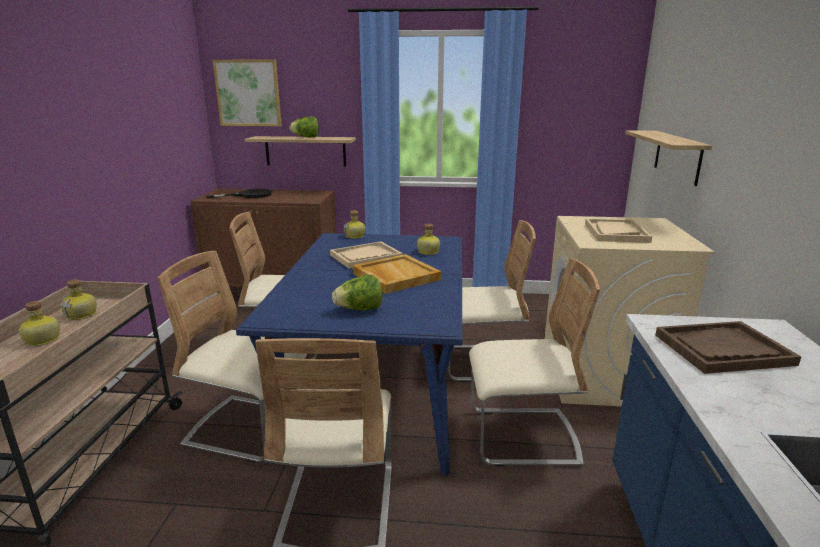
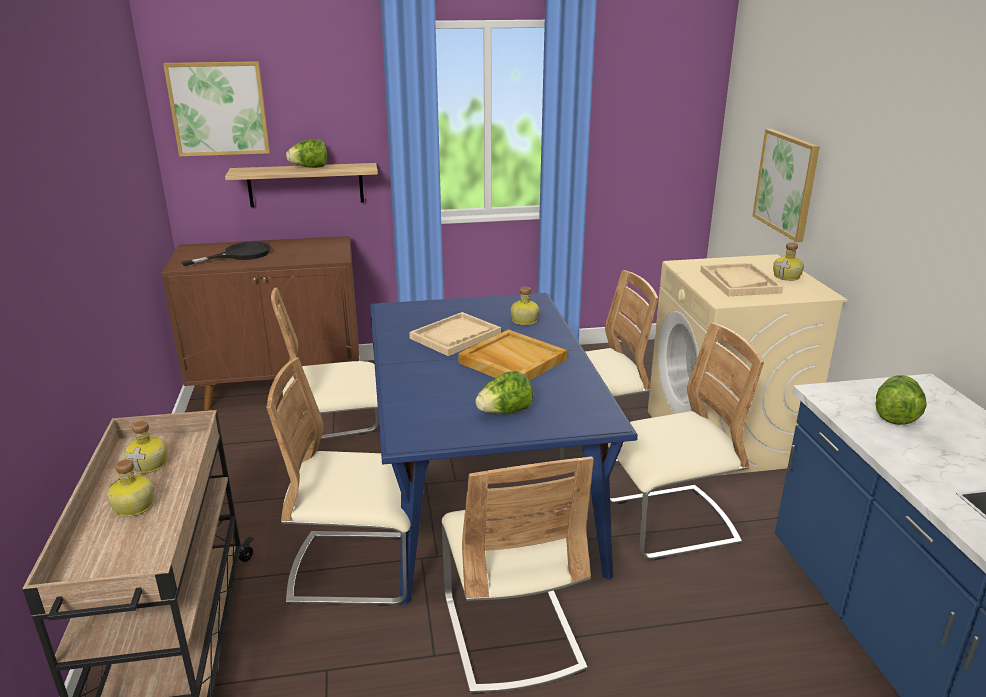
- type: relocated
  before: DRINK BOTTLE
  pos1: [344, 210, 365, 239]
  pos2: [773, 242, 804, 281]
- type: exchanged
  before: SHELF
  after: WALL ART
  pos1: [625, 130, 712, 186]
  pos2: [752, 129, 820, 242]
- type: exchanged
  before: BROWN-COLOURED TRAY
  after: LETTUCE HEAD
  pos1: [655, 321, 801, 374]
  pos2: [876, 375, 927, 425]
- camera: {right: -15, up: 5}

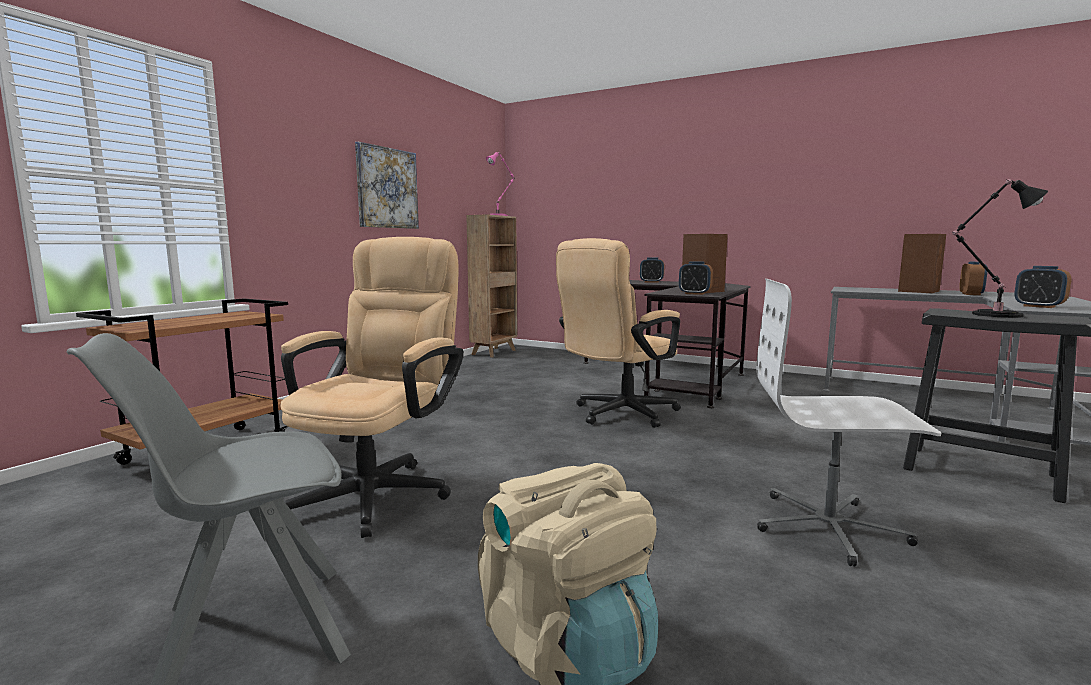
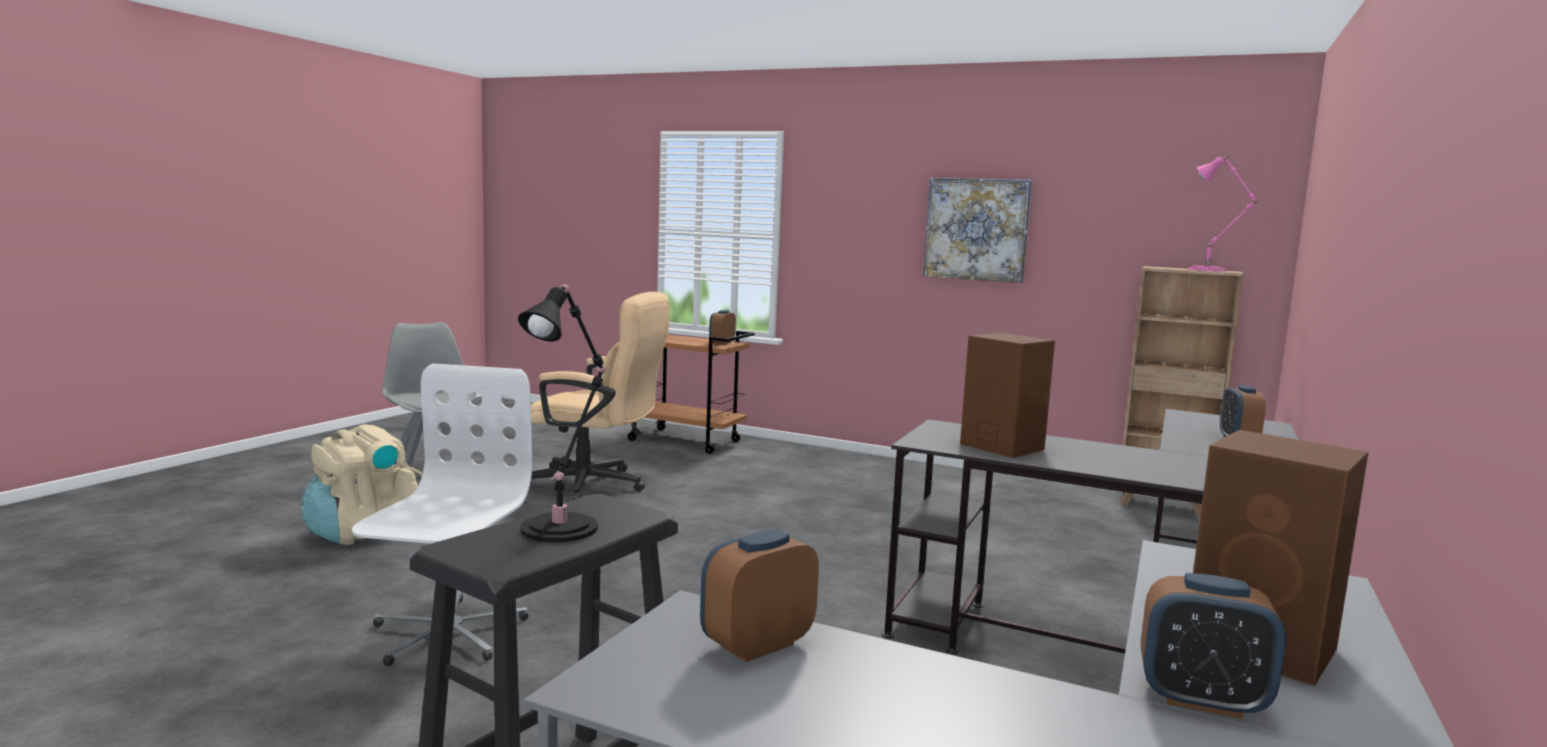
- type: missing
  before: BEIGE DESK CHAIR
  pos1: [556, 238, 681, 428]
- type: relocated
  before: TABLE CLOCK
  pos1: [679, 261, 713, 295]
  pos2: [709, 310, 736, 345]
- camera: {right: 85, up: 0}

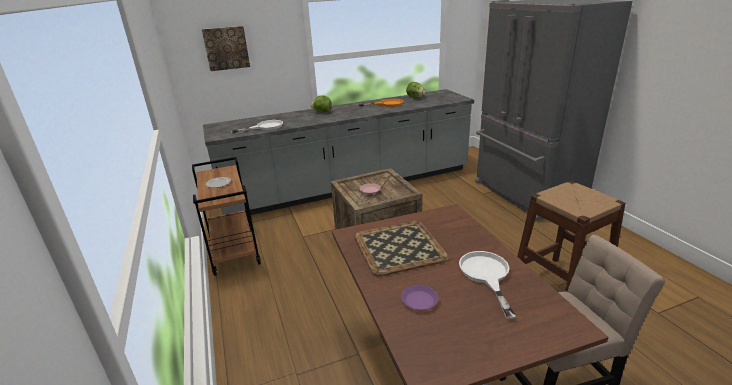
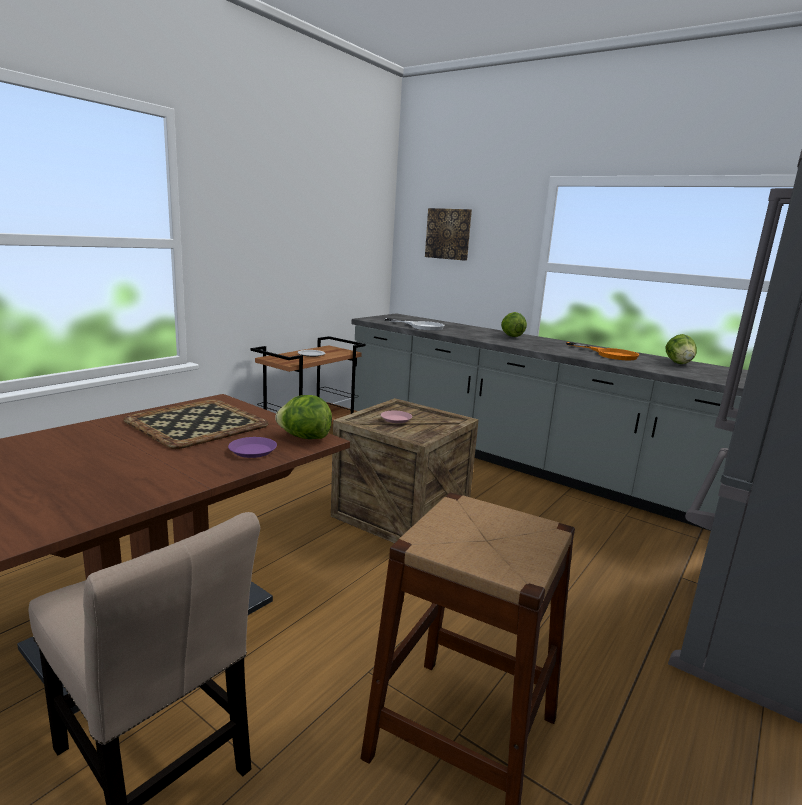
- type: relocated
  before: PURPLE-COLOURED DINNER PLATE
  pos1: [401, 285, 439, 310]
  pos2: [228, 437, 277, 458]
- type: missing
  before: WHITE PAN
  pos1: [459, 251, 516, 319]
- type: appeared
  after: LETTUCE HEAD
  pos2: [275, 395, 332, 439]
- camera: {right: 55, up: -10}

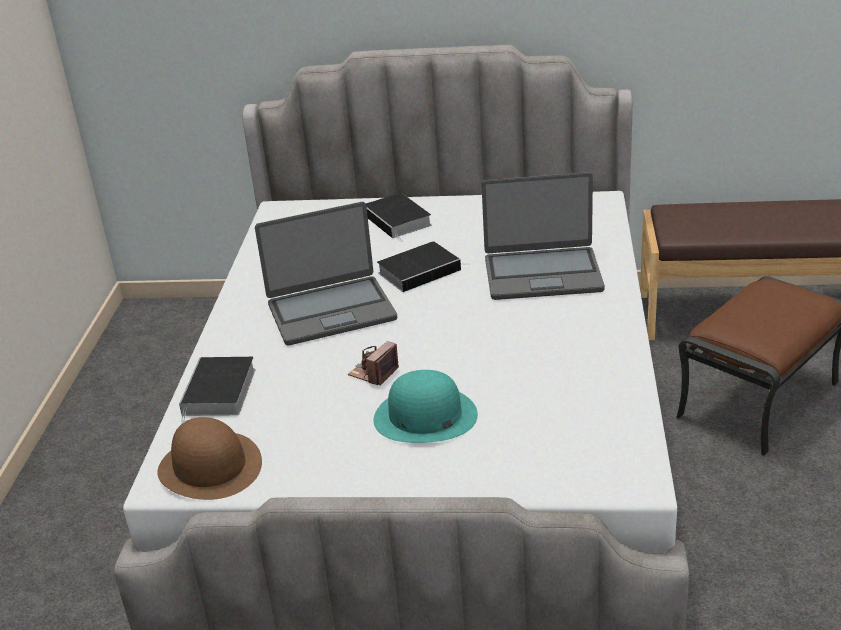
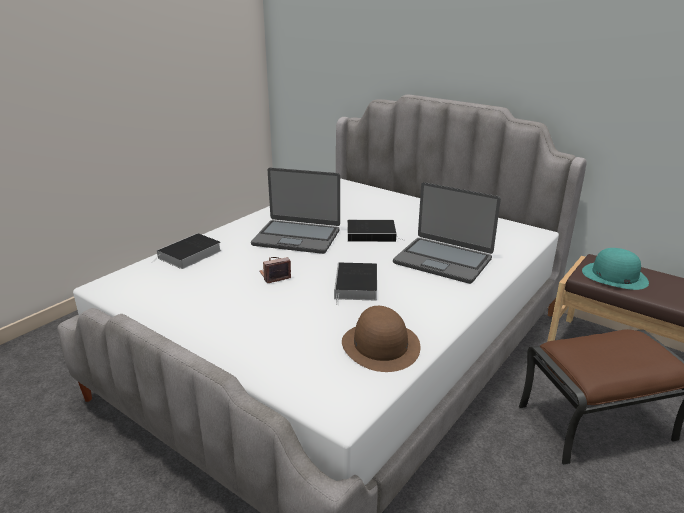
- type: relocated
  before: BROWN-COLOURED WEARABLE HAT
  pos1: [157, 417, 262, 500]
  pos2: [342, 306, 421, 372]
- type: relocated
  before: BOOK
  pos1: [366, 193, 432, 242]
  pos2: [334, 263, 377, 305]
- type: relocated
  before: TURQUOISE WEARABLE HAT
  pos1: [373, 370, 478, 443]
  pos2: [582, 248, 649, 290]
- camera: {right: 30, up: -5}

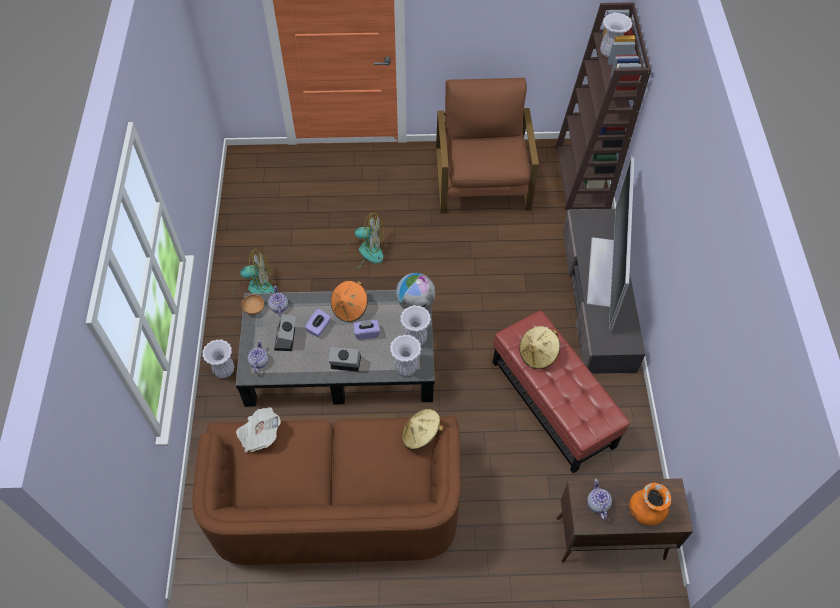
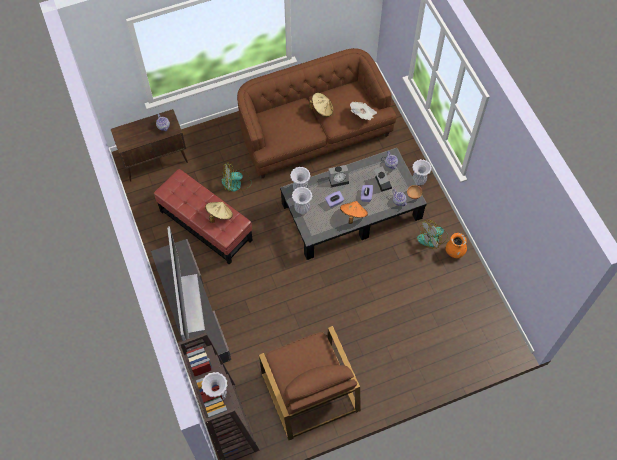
- type: relocated
  before: ELECTRIC FAN
  pos1: [344, 213, 384, 270]
  pos2: [222, 164, 252, 192]
- type: missing
  before: WORLD GLOBE
  pos1: [396, 273, 435, 309]
- type: relocated
  before: BEIGE WEARABLE HAT
  pos1: [402, 409, 443, 450]
  pos2: [309, 93, 333, 117]
- type: relocated
  before: ORANGE-COLOURED DECORATIVE VASE
  pos1: [629, 483, 671, 525]
  pos2: [445, 233, 467, 258]
- camera: {right: 160, up: 5}

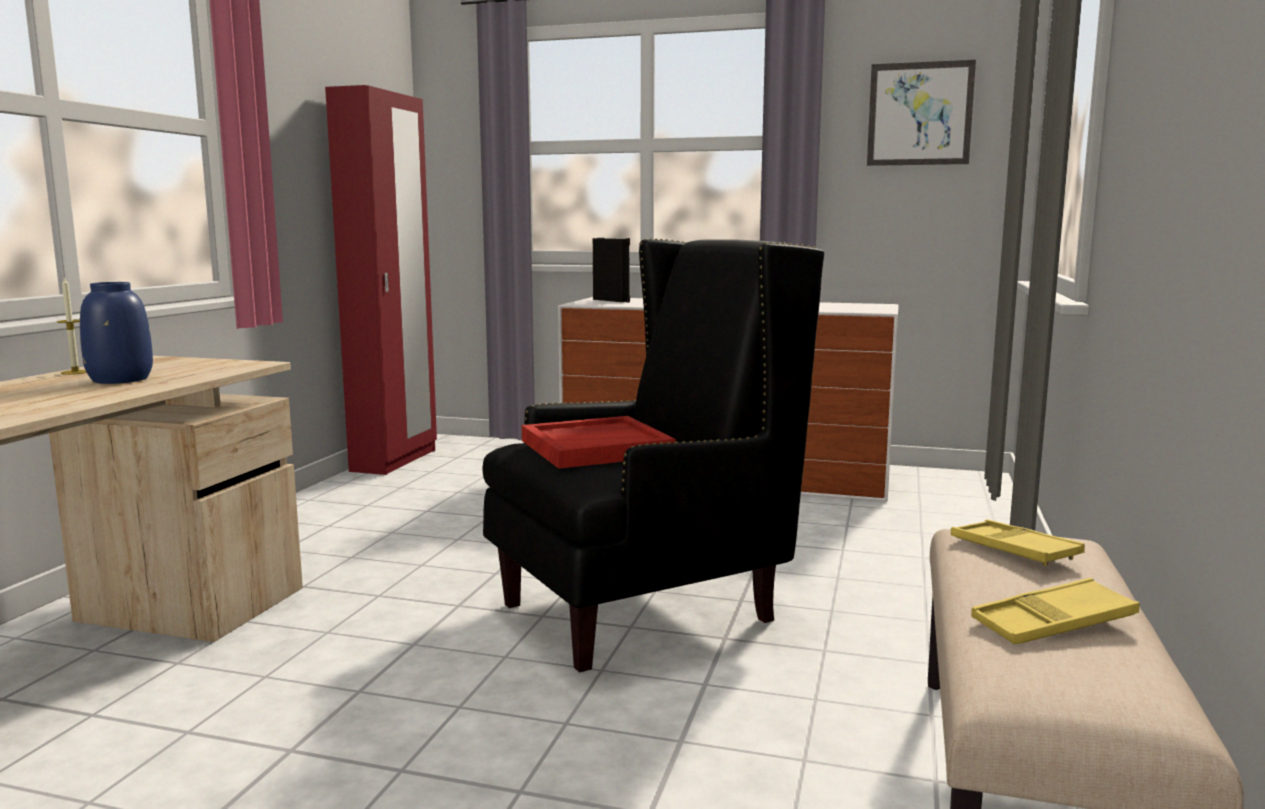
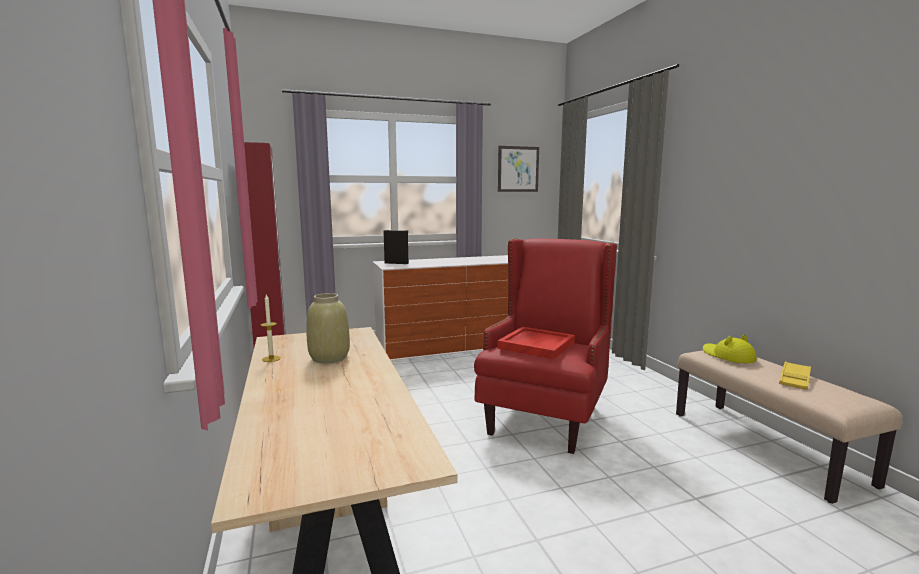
- type: colour
  before: BLUE-COLOURED DECORATIVE VASE
  after: BEIGE DECORATIVE VASE
  pos1: [80, 282, 153, 384]
  pos2: [306, 293, 350, 364]
- type: colour
  before: BLACK ARMCHAIR
  after: RED-COLOURED ARMCHAIR
  pos1: [482, 238, 824, 673]
  pos2: [474, 238, 617, 454]
- type: exchanged
  before: YELLOW TRAY
  after: YELLOW WEARABLE HAT
  pos1: [951, 520, 1085, 566]
  pos2: [703, 334, 757, 363]
- camera: {right: -35, up: 0}

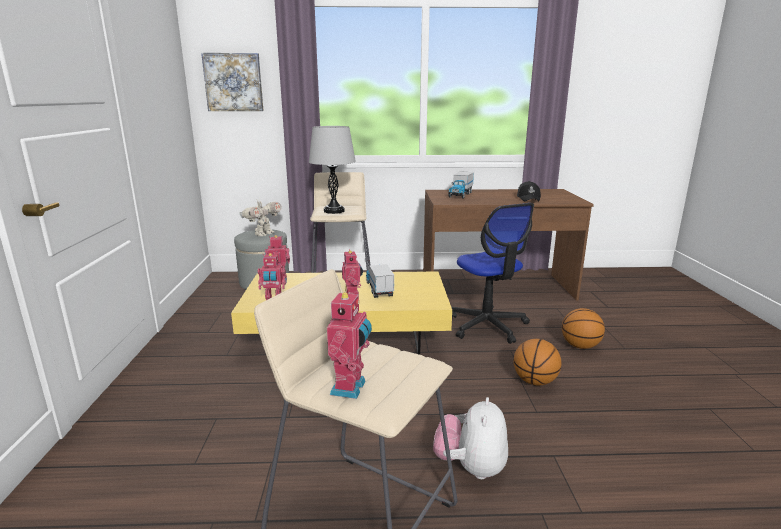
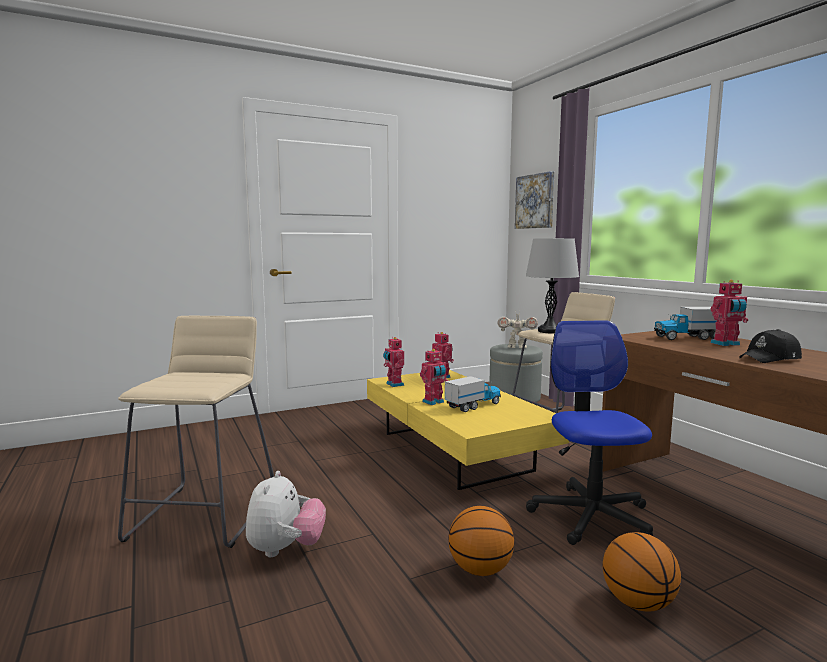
- type: relocated
  before: ROBOT FIGURE
  pos1: [327, 289, 372, 399]
  pos2: [710, 280, 748, 346]
- type: spun
  before: CUDDLY TOY
  pos1: [433, 397, 508, 479]
  pos2: [246, 471, 326, 557]
  turn: 105
- type: spun
  before: DESK CHAIR
  pos1: [451, 203, 534, 344]
  pos2: [526, 321, 653, 545]
  turn: 135
- camera: {right: 65, up: -10}

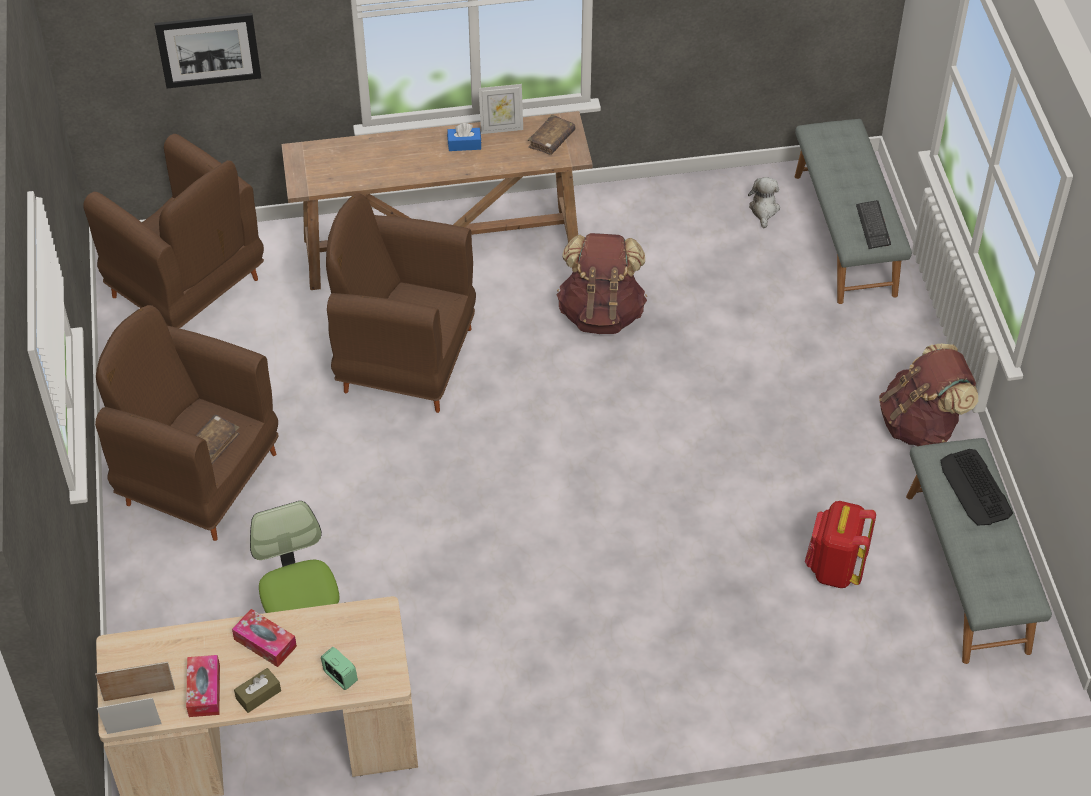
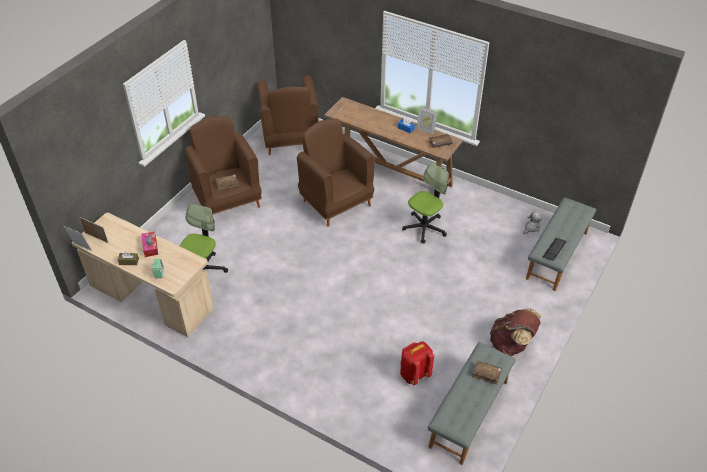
- type: missing
  before: WALL ART
  pos1: [155, 13, 261, 89]
- type: missing
  before: TISSUE BOX
  pos1: [186, 655, 220, 717]
- type: exchanged
  before: BROWN-COLOURED KNAPSACK
  after: DESK CHAIR
  pos1: [556, 233, 647, 334]
  pos2: [402, 163, 449, 244]
- type: exchanged
  before: KEYBOARD
  after: BROWN-COLOURED BOOK
  pos1: [940, 449, 1013, 525]
  pos2: [472, 360, 502, 384]
- camera: {right: 40, up: -5}

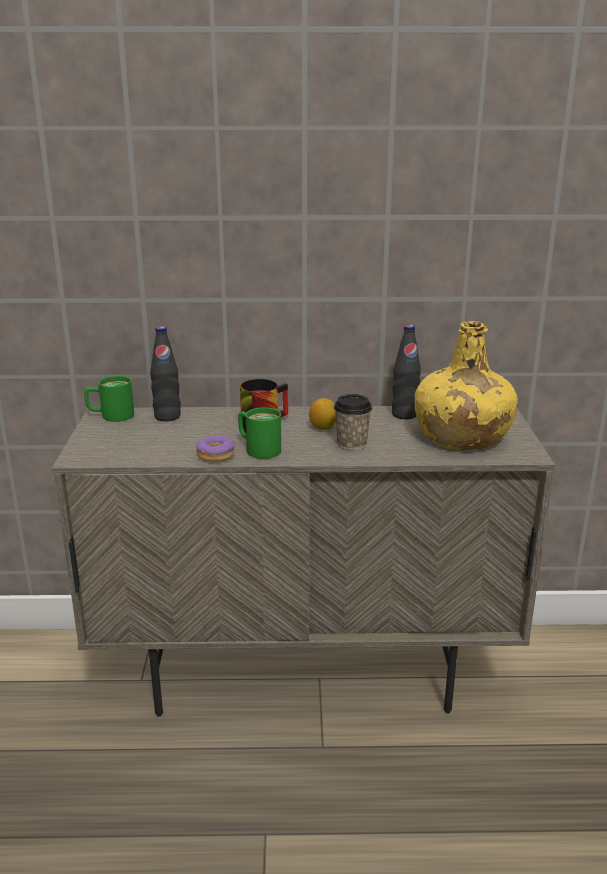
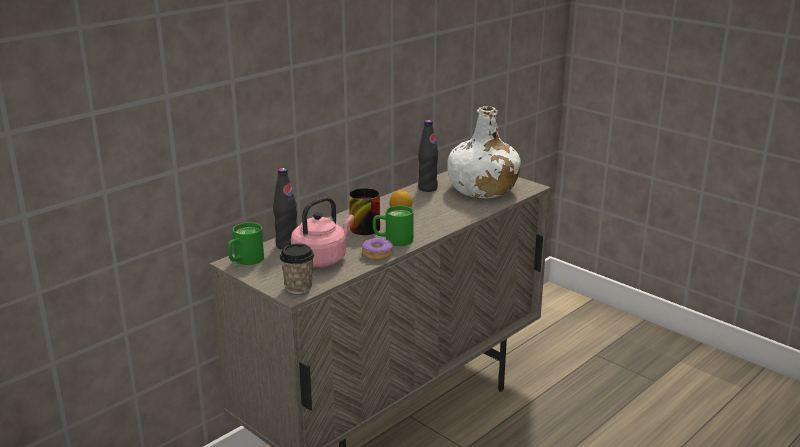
- type: relocated
  before: CUP
  pos1: [334, 394, 372, 450]
  pos2: [280, 243, 314, 294]
- type: colour
  before: YELLOW DRINK BOTTLE
  after: WHITE DRINK BOTTLE
  pos1: [414, 321, 518, 450]
  pos2: [447, 106, 521, 198]
- type: appeared
  after: PINKISH TEA KETTLE
  pos2: [291, 197, 354, 267]
- camera: {right: -45, up: 0}

